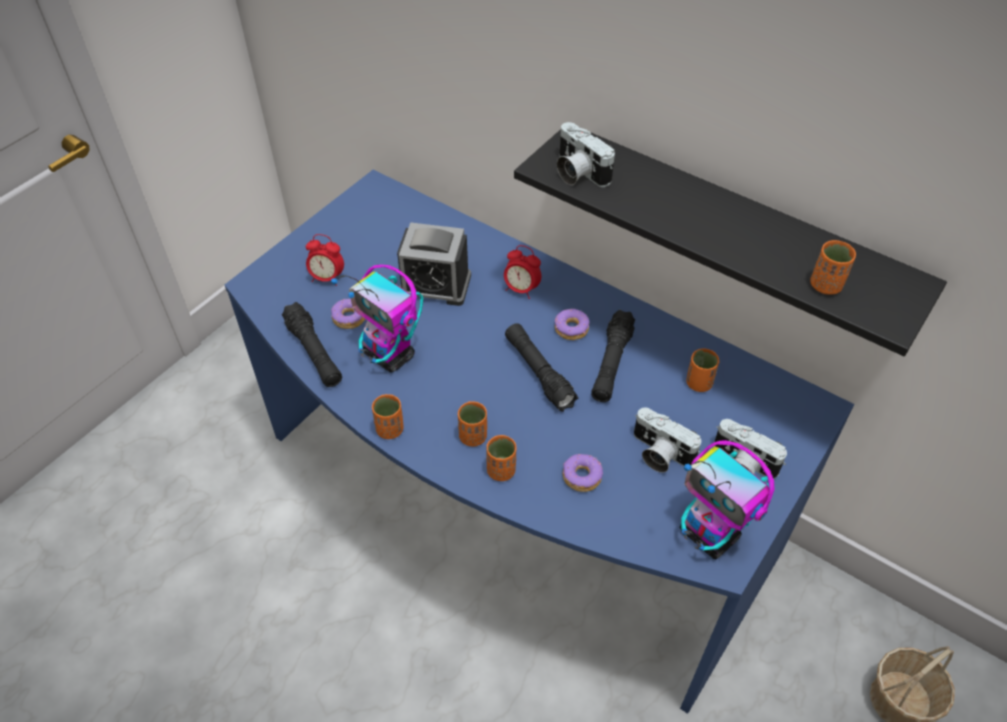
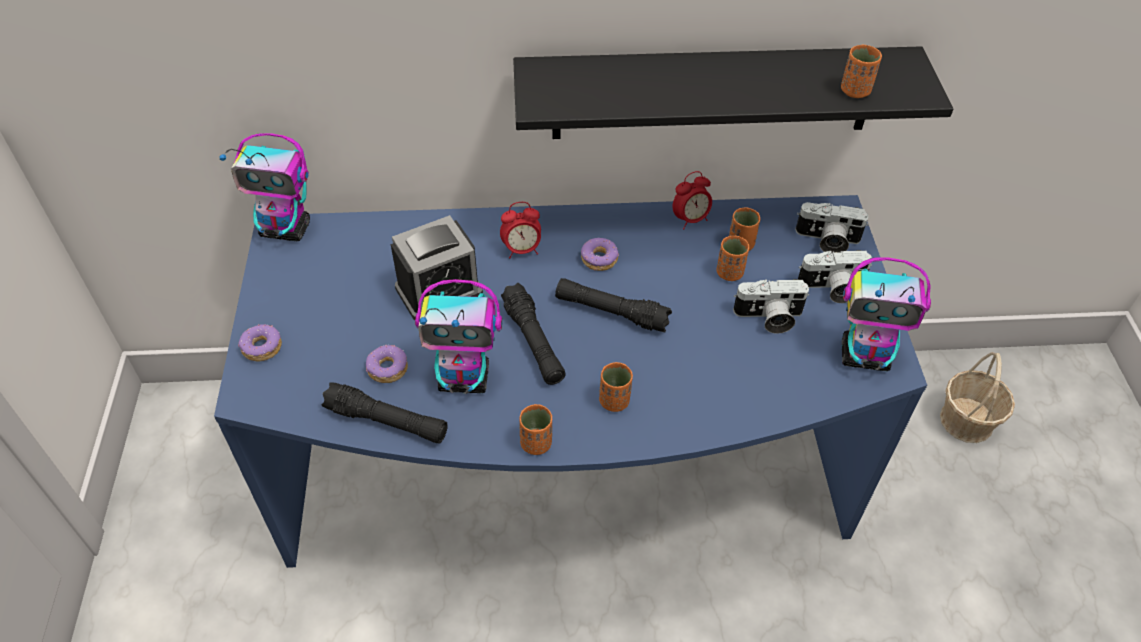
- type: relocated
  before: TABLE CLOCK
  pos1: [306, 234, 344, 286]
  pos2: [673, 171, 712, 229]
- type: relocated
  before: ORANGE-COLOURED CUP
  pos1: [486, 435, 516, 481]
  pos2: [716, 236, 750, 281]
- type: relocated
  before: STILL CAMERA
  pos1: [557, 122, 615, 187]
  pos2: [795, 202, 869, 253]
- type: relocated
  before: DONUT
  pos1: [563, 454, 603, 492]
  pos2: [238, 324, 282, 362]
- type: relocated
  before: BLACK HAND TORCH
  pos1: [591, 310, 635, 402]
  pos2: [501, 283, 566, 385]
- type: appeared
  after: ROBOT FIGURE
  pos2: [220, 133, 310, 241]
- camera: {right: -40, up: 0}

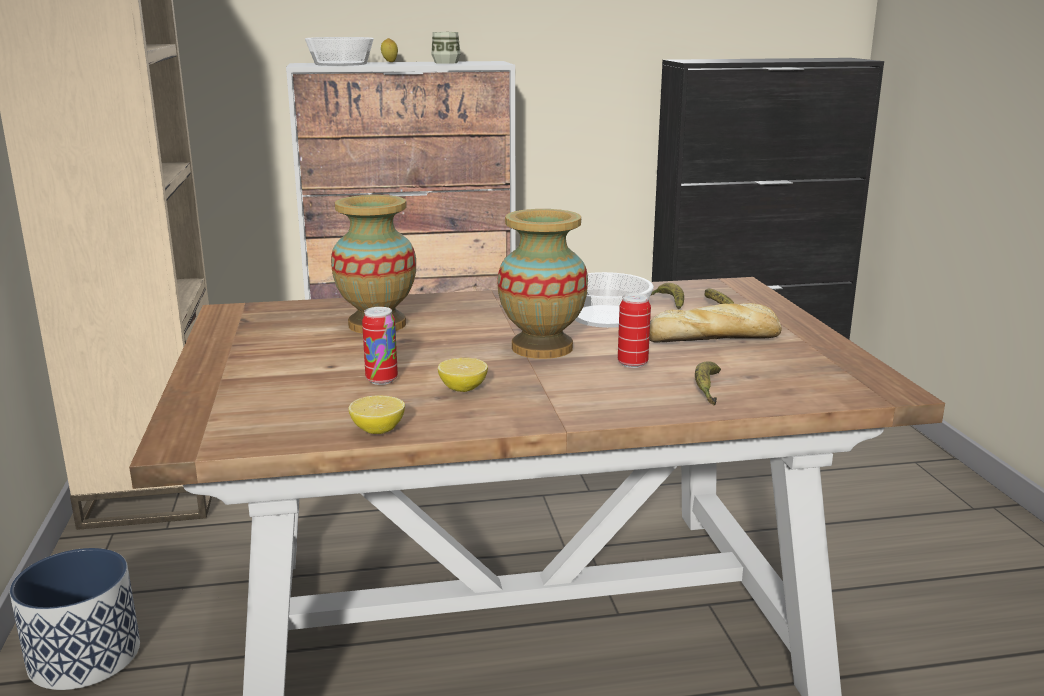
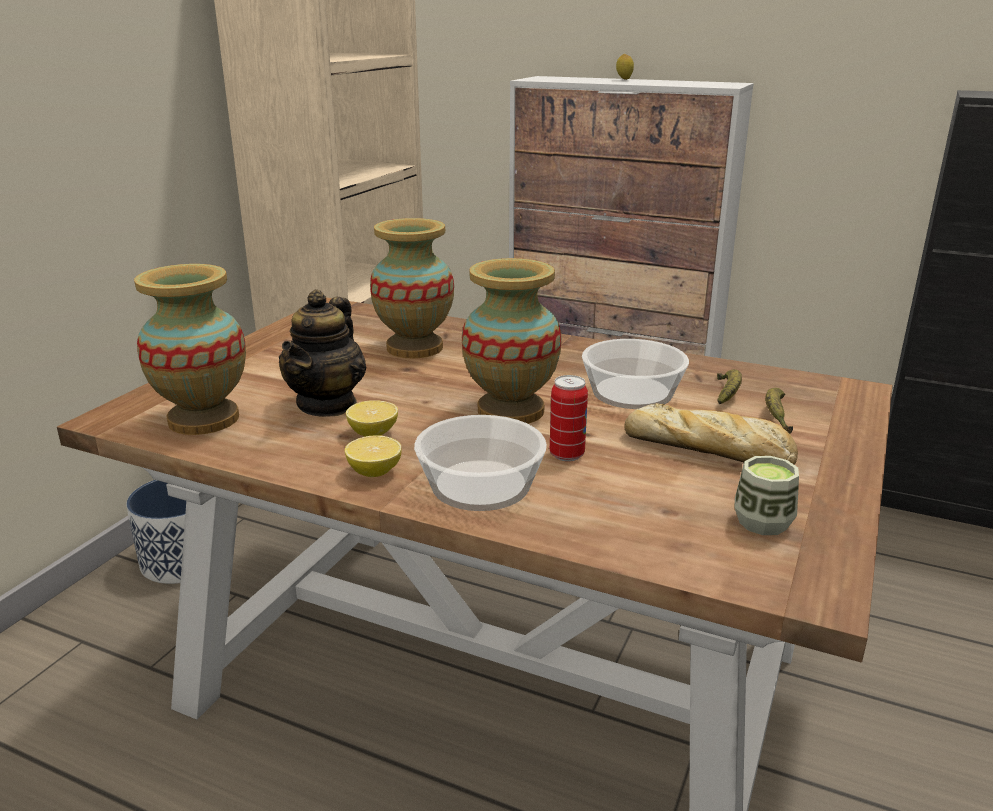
- type: relocated
  before: SERVING BOWL
  pos1: [305, 37, 374, 66]
  pos2: [414, 415, 547, 511]
- type: relocated
  before: CITRUS FRUIT
  pos1: [348, 396, 405, 434]
  pos2: [345, 435, 402, 477]
- type: exchanged
  before: SEALED CAN
  after: TEA POT
  pos1: [362, 307, 398, 385]
  pos2: [279, 289, 367, 417]
- type: relocated
  before: CUP
  pos1: [431, 32, 461, 64]
  pos2: [734, 456, 799, 535]
- type: missing
  before: BANANA FRUIT
  pos1: [695, 361, 721, 405]
- type: appeared
  after: DECORATIVE VASE
  pos2: [134, 264, 246, 435]
- camera: {right: 35, up: 5}

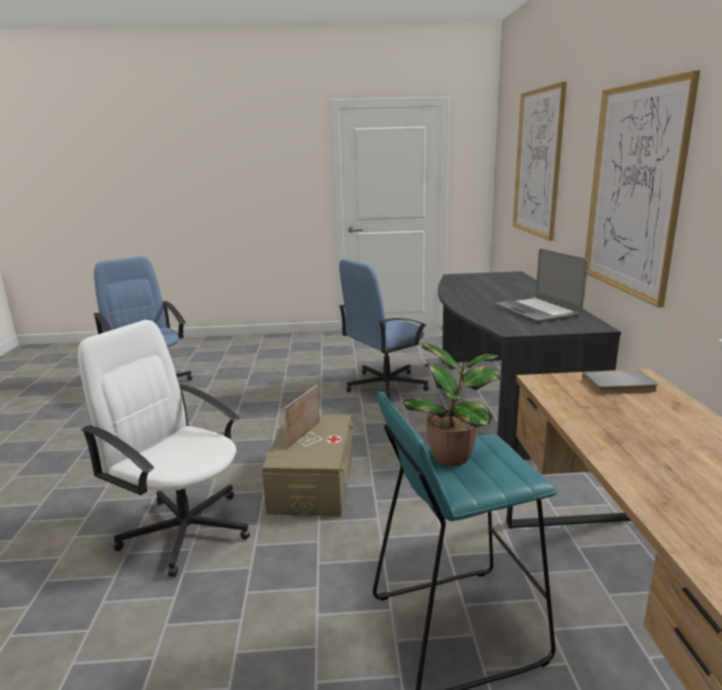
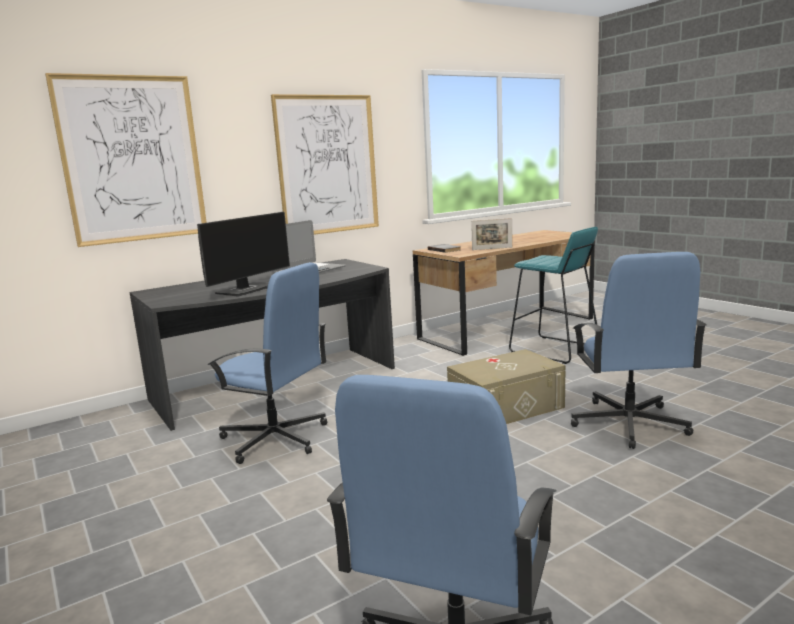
- type: colour
  before: WHITE DESK CHAIR
  after: BLUE-COLOURED DESK CHAIR
  pos1: [78, 320, 250, 577]
  pos2: [571, 252, 707, 449]
- type: relocated
  before: PICTURE FRAME
  pos1: [284, 385, 320, 448]
  pos2: [471, 218, 512, 250]
- type: missing
  before: HOUSEPLANT
  pos1: [403, 343, 502, 466]
- type: appeared
  after: MONITOR
  pos2: [197, 212, 290, 297]
- camera: {right: -120, up: -5}

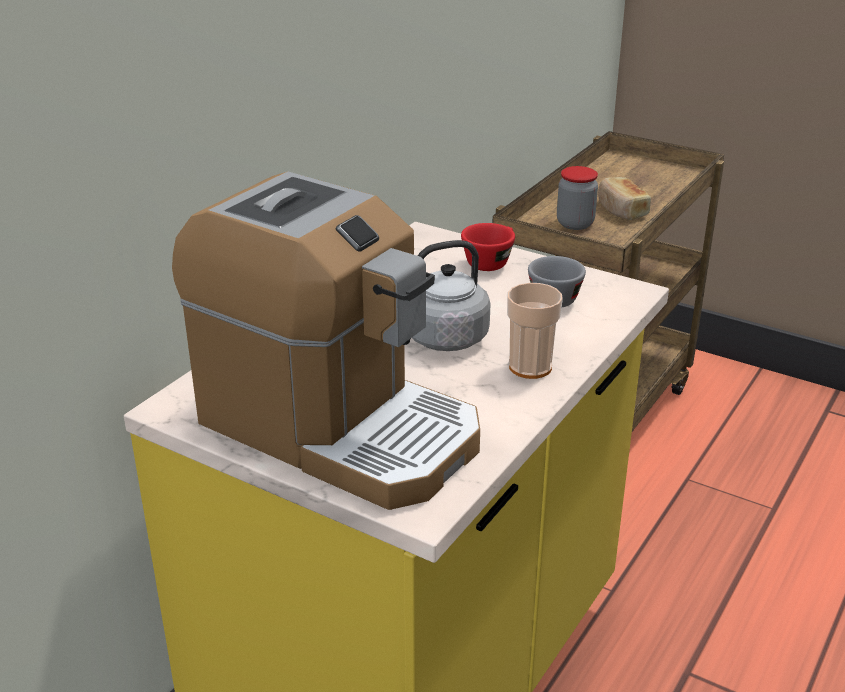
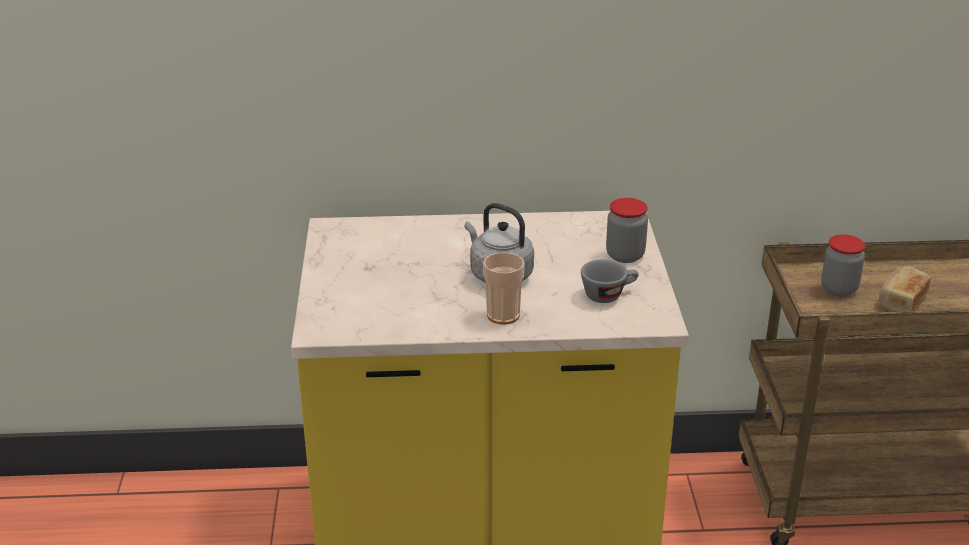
- type: missing
  before: COFFEE BREWER
  pos1: [172, 172, 480, 510]
- type: exchanged
  before: RED-COLOURED CUP
  after: PRESERVE JAR
  pos1: [461, 223, 515, 271]
  pos2: [606, 198, 648, 263]
- camera: {right: 55, up: 0}

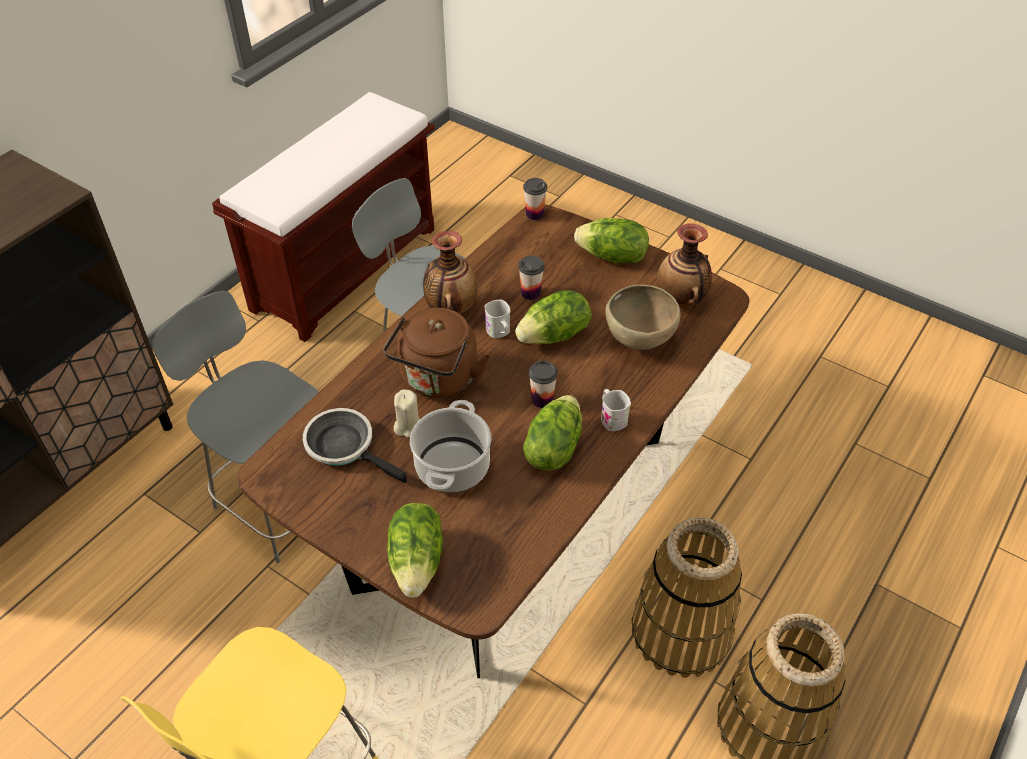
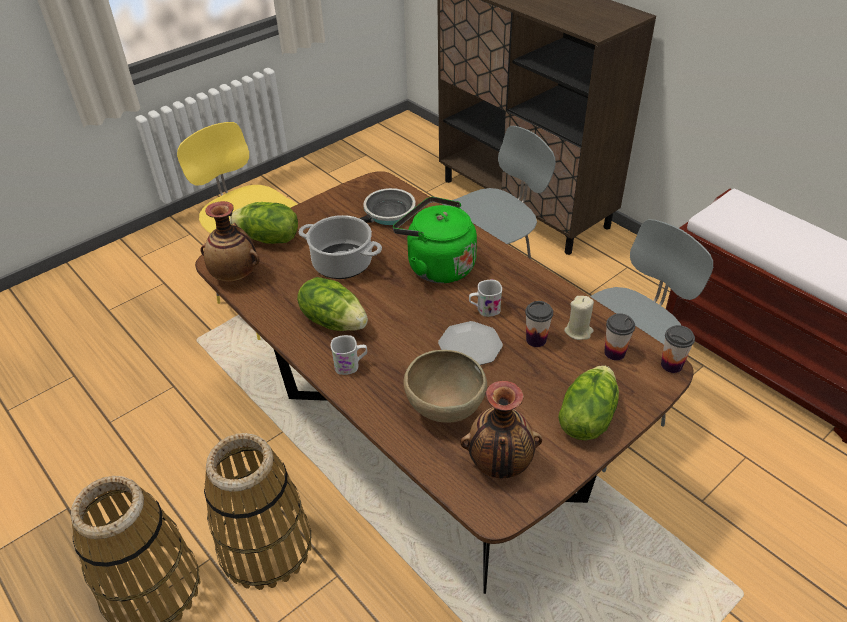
- type: colour
  before: BROWN-COLOURED TEA KETTLE
  after: GREENISH TEA KETTLE
  pos1: [383, 308, 490, 398]
  pos2: [393, 197, 477, 283]
- type: relocated
  before: BEIGE WAX CANDLE
  pos1: [394, 390, 420, 438]
  pos2: [564, 296, 594, 340]
- type: relocated
  before: DECORATIVE VASE
  pos1: [423, 231, 477, 314]
  pos2: [200, 201, 260, 282]
- type: exchanged
  before: LETTUCE HEAD
  after: DINNER PLATE
  pos1: [515, 290, 592, 344]
  pos2: [438, 321, 503, 365]
- type: relocated
  before: CUP
  pos1: [529, 361, 558, 408]
  pos2: [604, 313, 635, 361]
- camera: {right: 105, up: -5}

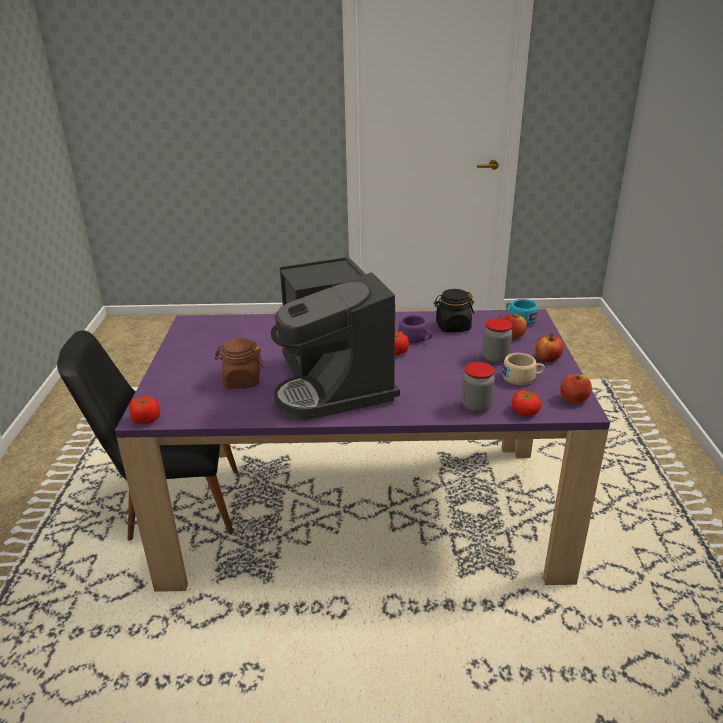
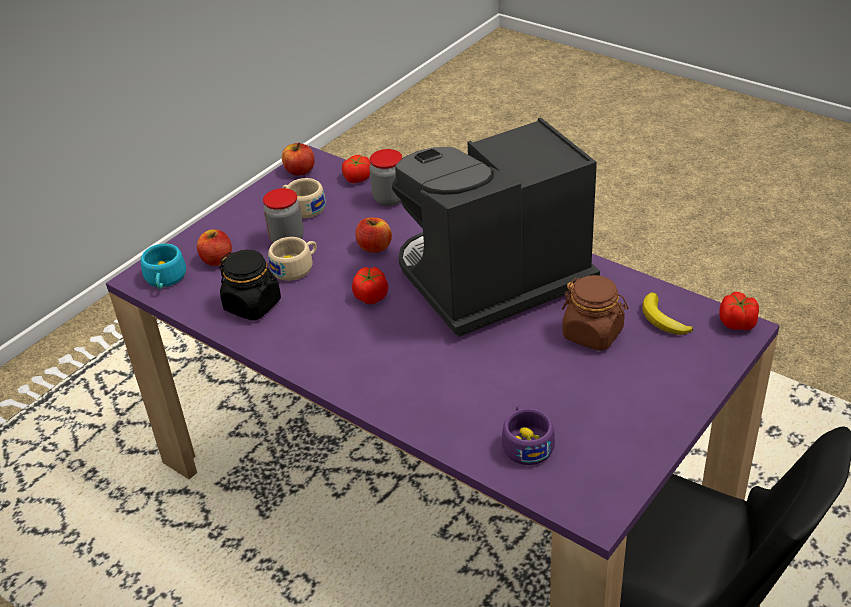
- type: spun
  before: COFFEE BREWER
  pos1: [271, 257, 400, 419]
  pos2: [392, 117, 600, 337]
  turn: -135
- type: relocated
  before: PURPLE-COLOURED CUP
  pos1: [398, 315, 432, 343]
  pos2: [502, 406, 555, 465]
- type: relocated
  before: APPLE FRUIT
  pos1: [535, 334, 564, 362]
  pos2: [355, 218, 392, 253]
- type: appeared
  after: BEIGE CUP
  pos2: [268, 237, 317, 281]
- type: appeared
  after: BANANA FRUIT
  pos2: [642, 293, 693, 335]
- camera: {right: -140, up: 10}

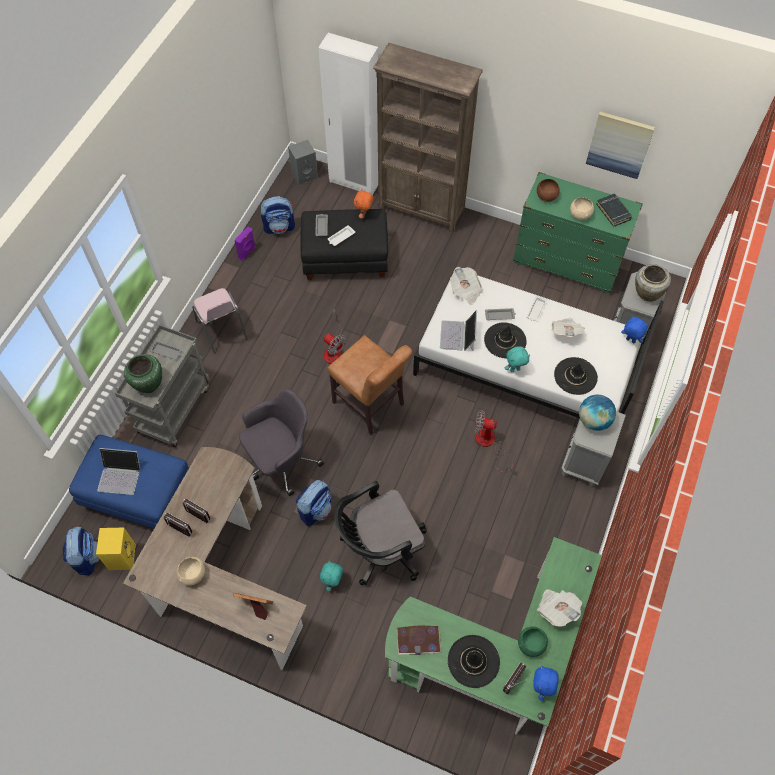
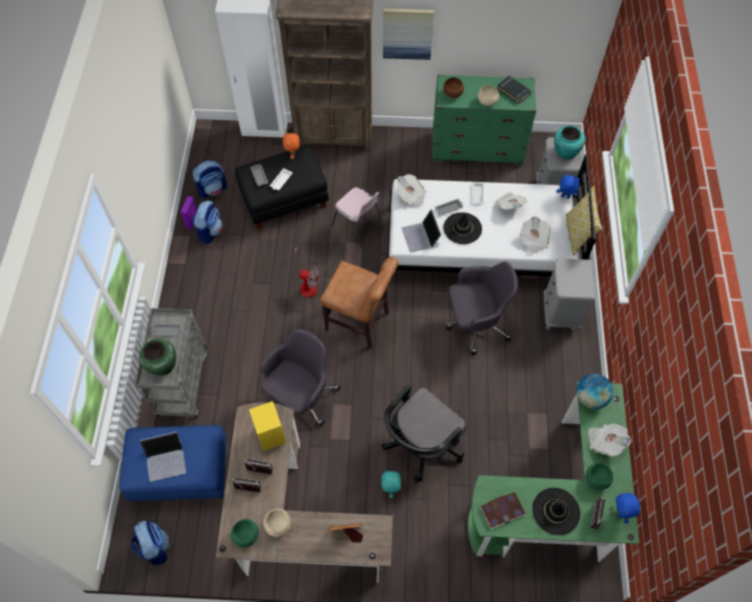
- type: relocated
  before: YELLOW LOUDSPEAKER
  pos1: [96, 528, 136, 570]
  pos2: [249, 401, 286, 451]
- type: relocated
  before: PINKISH UPRIGHT CHAIR
  pos1: [192, 288, 248, 354]
  pos2: [331, 187, 384, 248]
- type: missing
  before: GREYISH LOUDSPEAKER
  pos1: [288, 139, 318, 185]
- type: relocated
  before: KNAPSACK
  pos1: [296, 480, 332, 526]
  pos2: [192, 200, 223, 244]
- type: exchanged
  before: ELECTRIC FAN
  after: GREYISH DESK CHAIR
  pos1: [475, 410, 512, 473]
  pos2: [446, 261, 518, 355]
- type: missing
  before: TURQUOISE CUDDLY TOY
  pos1: [505, 346, 530, 372]
- type: exchanged
  before: BLACK WEARABLE HAT
  after: NEWSPAPER
  pos1: [554, 357, 598, 395]
  pos2: [520, 216, 551, 254]
- type: relocated
  before: WORLD GLOBE
  pos1: [579, 394, 616, 431]
  pos2: [576, 374, 613, 409]
- type: relocated
  before: WALL ART
  pos1: [586, 111, 655, 179]
  pos2: [383, 8, 434, 60]
- type: colour
  before: BEIGE DECORATIVE VASE
  after: TURQUOISE DECORATIVE VASE
  pos1: [635, 264, 671, 302]
  pos2: [554, 126, 585, 159]
- type: appeared
  after: GREENISH SERVING BOWL
  pos2: [231, 519, 259, 548]
- type: appeared
  after: PILLOW
  pos2: [566, 186, 603, 256]
- camera: {right: -20, up: 0}

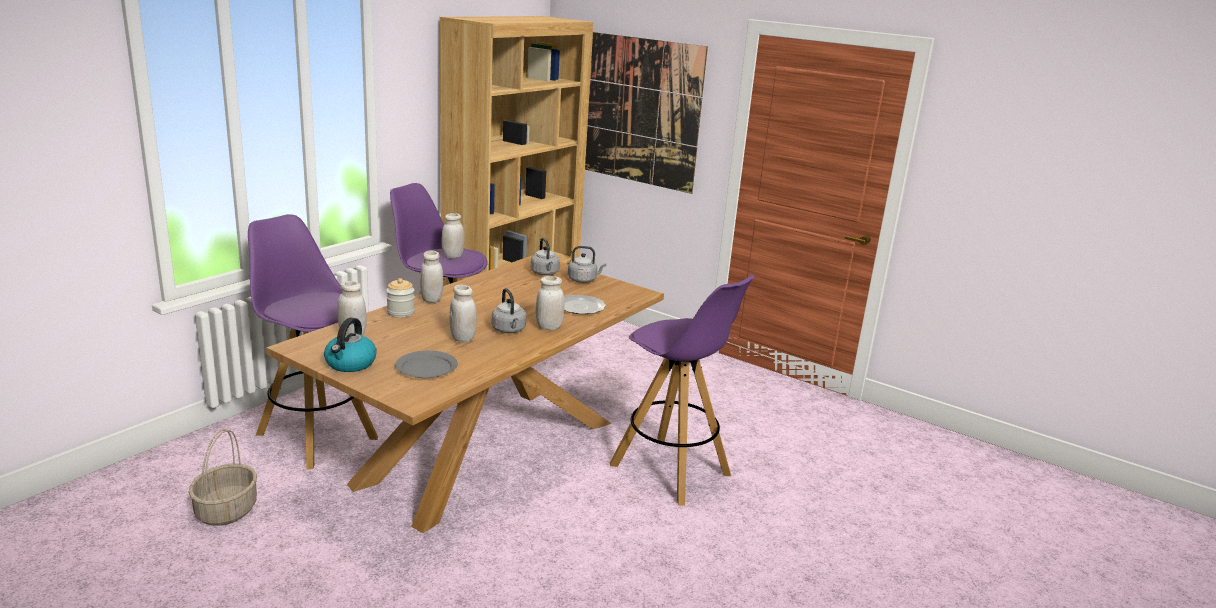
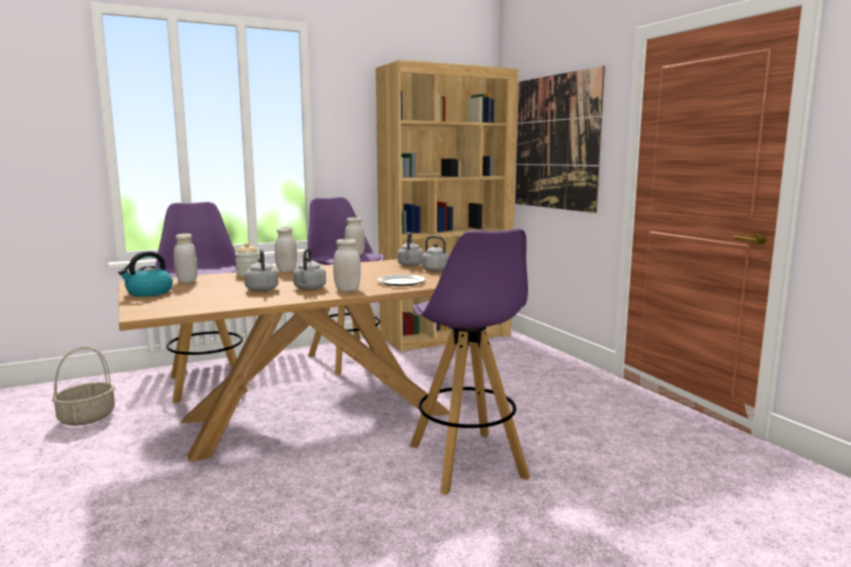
- type: missing
  before: GREYISH DINNER PLATE
  pos1: [395, 350, 458, 378]
- type: exchanged
  before: WHITE PRESERVE JAR
  after: GREYISH TEA KETTLE
  pos1: [450, 285, 477, 342]
  pos2: [244, 249, 279, 291]
- camera: {right: 30, up: -10}

